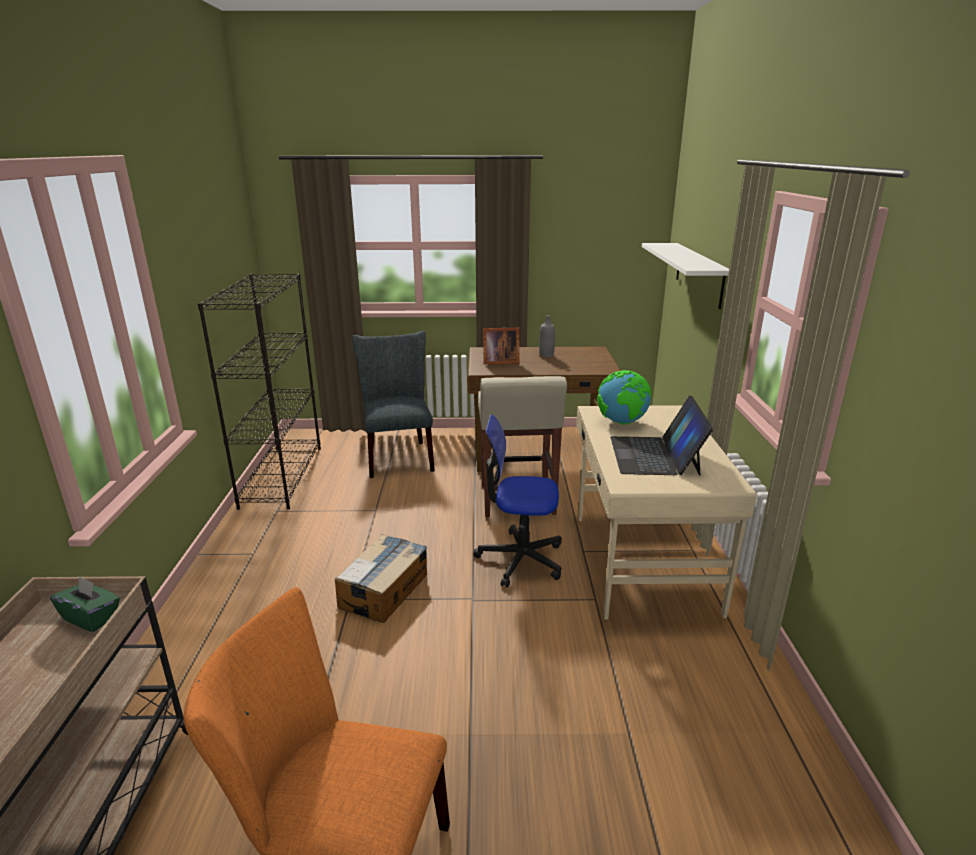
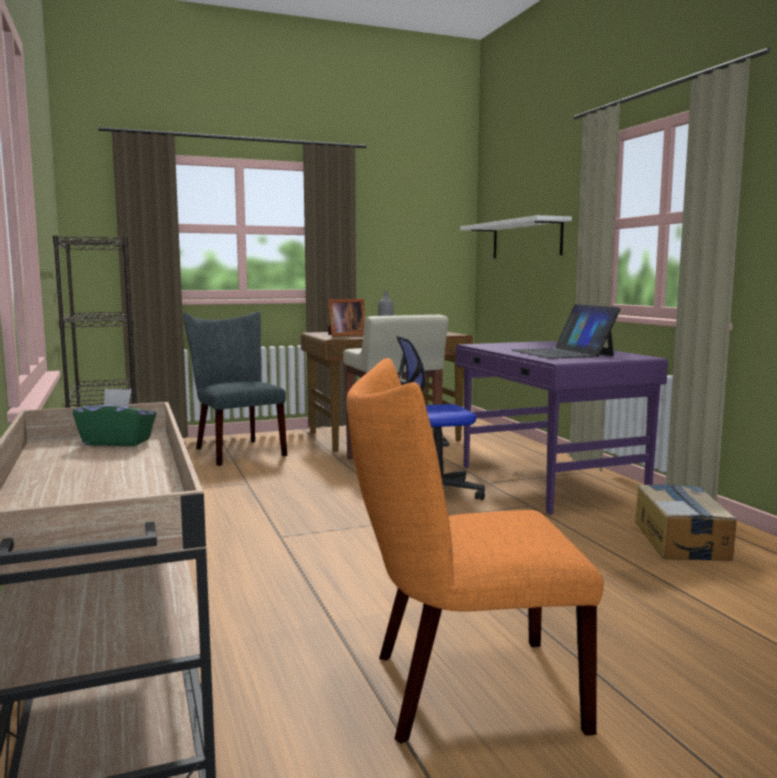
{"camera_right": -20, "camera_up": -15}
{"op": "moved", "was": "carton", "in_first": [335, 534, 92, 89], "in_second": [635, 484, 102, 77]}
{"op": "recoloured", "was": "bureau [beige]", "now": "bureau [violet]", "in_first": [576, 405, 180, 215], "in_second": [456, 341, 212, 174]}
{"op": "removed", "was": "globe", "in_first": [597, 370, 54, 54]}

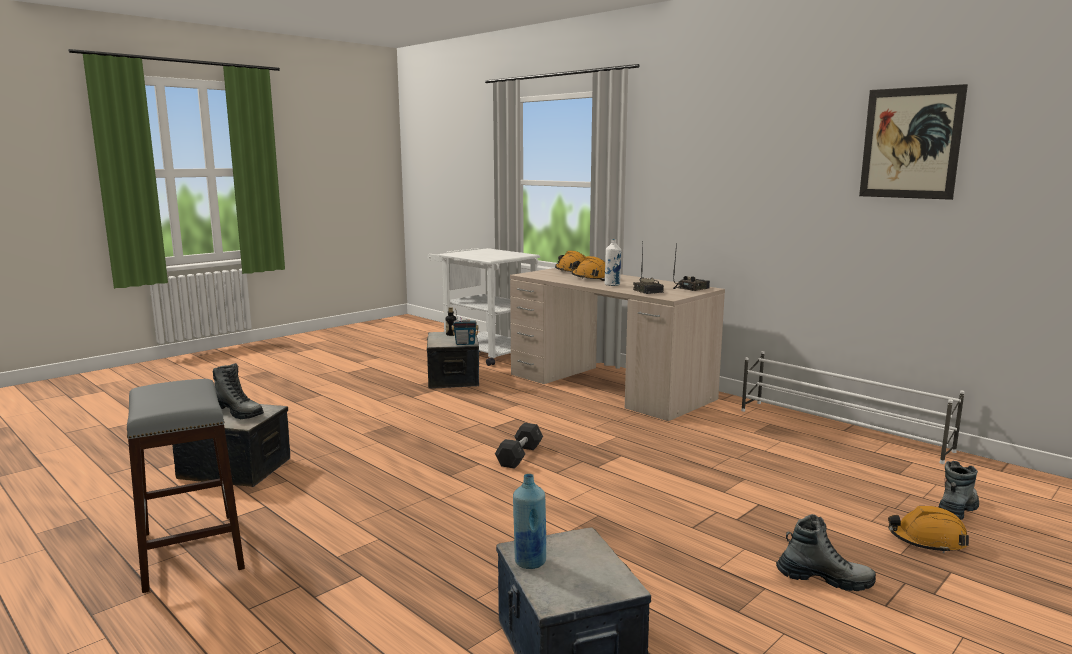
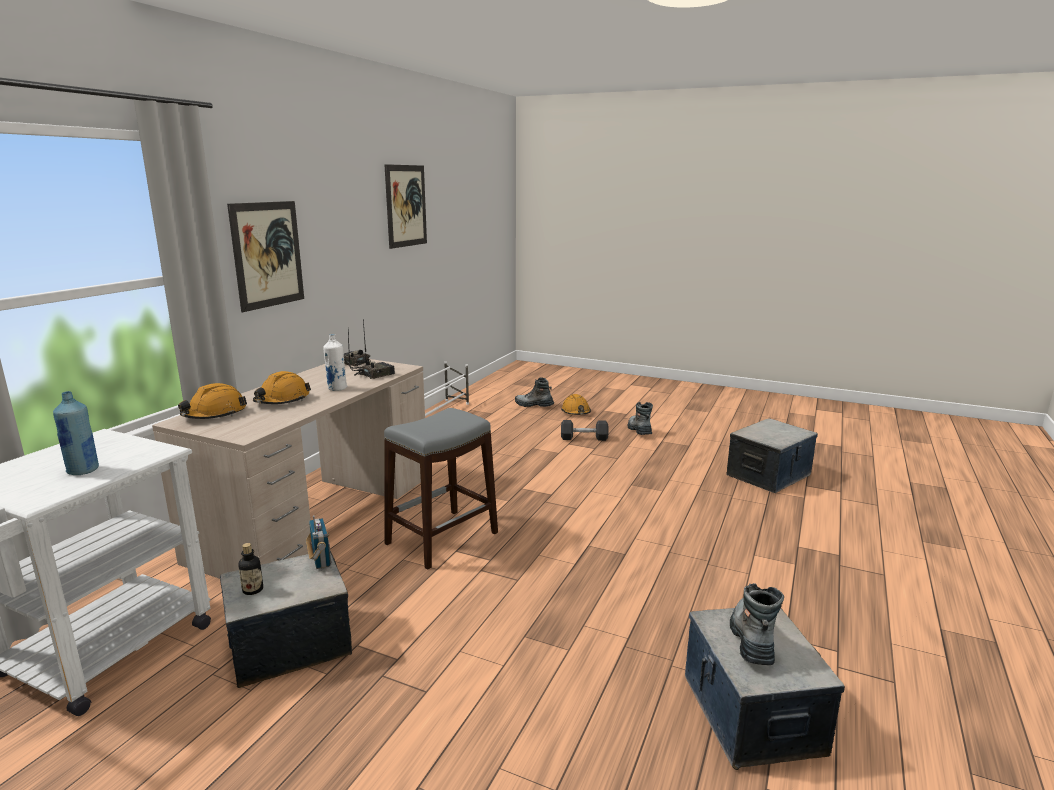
{"camera_right": -110, "camera_up": 5}
{"op": "moved", "was": "tabouret [gris]", "in_first": [127, 379, 118, 214], "in_second": [384, 408, 114, 161]}
{"op": "moved", "was": "haltère [gris]", "in_first": [495, 423, 48, 46], "in_second": [561, 420, 48, 21]}
{"op": "moved", "was": "bouteille [bleu]", "in_first": [513, 474, 33, 95], "in_second": [53, 391, 46, 84]}
{"op": "added", "now": "tableau", "in_second": [227, 201, 77, 111]}

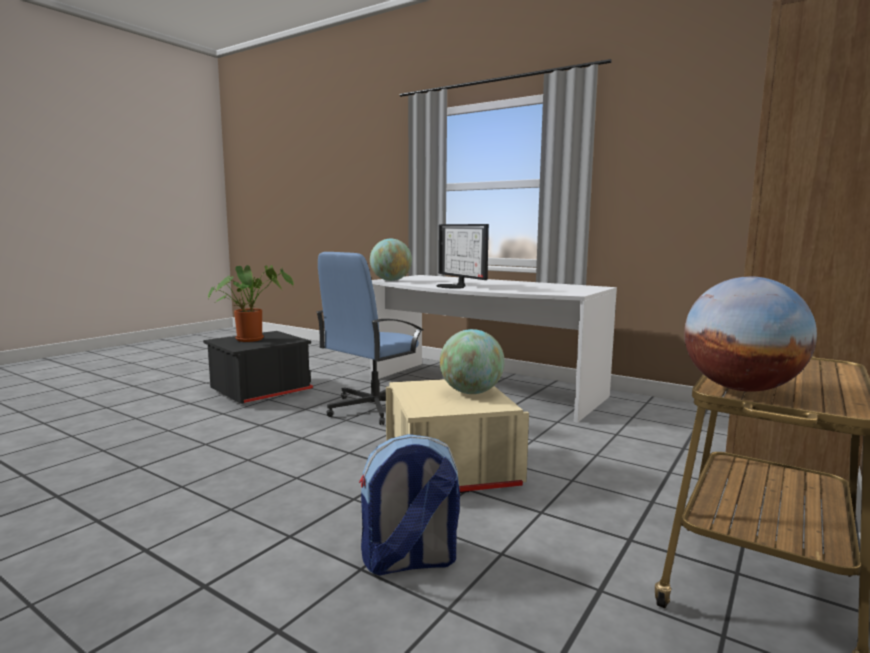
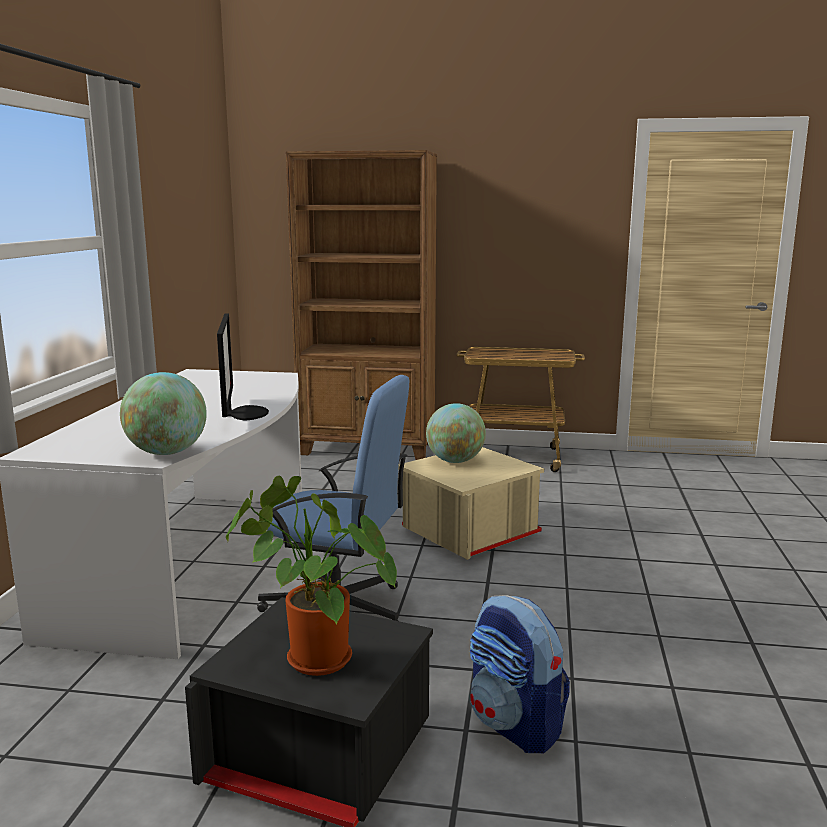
{"camera_right": -115, "camera_up": 5}
{"op": "moved", "was": "sac à dos", "in_first": [359, 434, 101, 142], "in_second": [470, 595, 100, 158]}
{"op": "turned", "was": "écran d'ordinateur", "in_first": [436, 224, 53, 65], "in_second": [217, 314, 52, 106], "clockwise": -45}
{"op": "removed", "was": "globe", "in_first": [684, 276, 133, 116]}

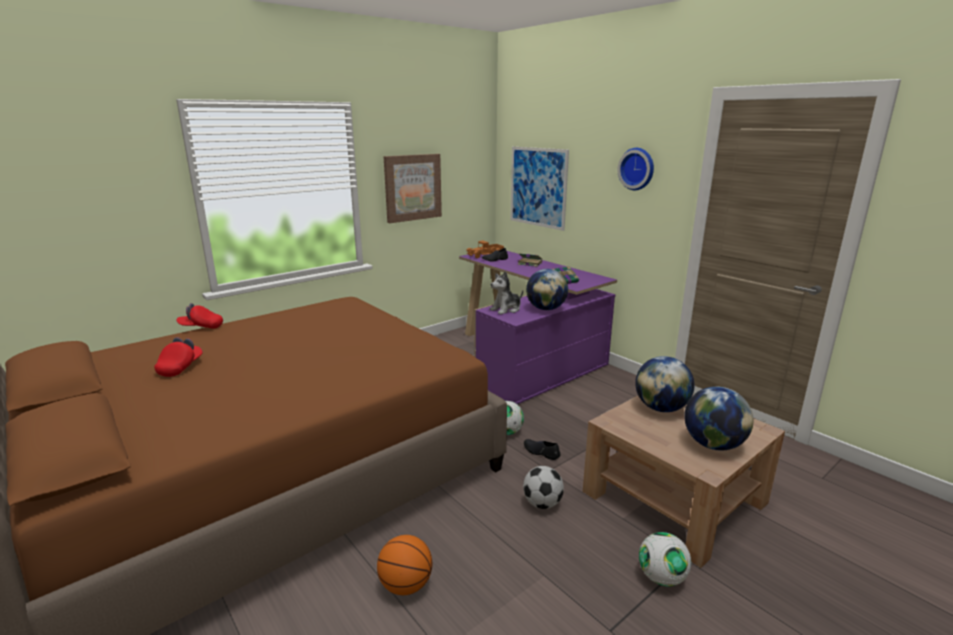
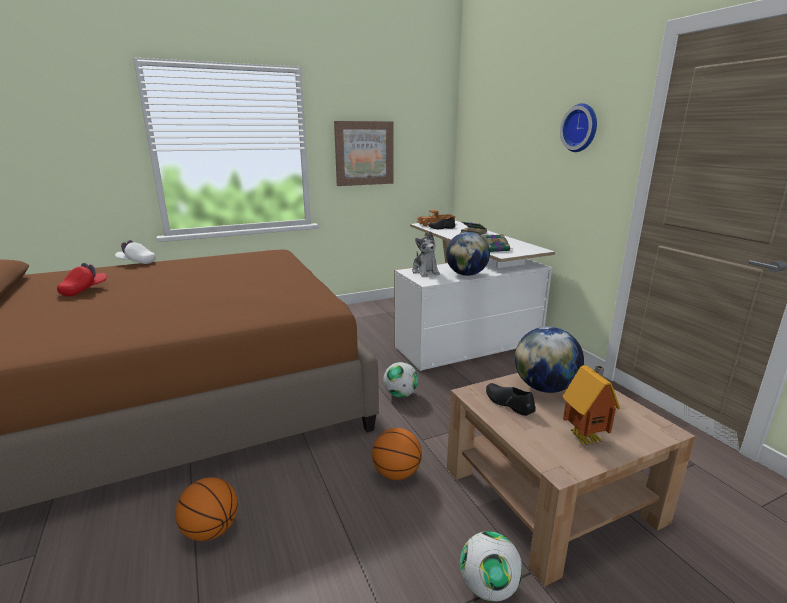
{"camera_right": 15, "camera_up": 0}
{"op": "recoloured", "was": "casquette [rouge]", "now": "casquette [blanc]", "in_first": [176, 303, 47, 26], "in_second": [115, 240, 41, 24]}
{"op": "recoloured", "was": "bureau [violet]", "now": "bureau [blanc]", "in_first": [459, 251, 158, 153], "in_second": [394, 220, 161, 151]}
{"op": "turned", "was": "peluche", "in_first": [490, 271, 33, 44], "in_second": [412, 231, 28, 46], "clockwise": -90}
{"op": "removed", "was": "tableau", "in_first": [510, 147, 59, 84]}
{"op": "replaced", "was": "ballon de foot", "now": "ballon de basket", "in_first": [523, 466, 41, 43], "in_second": [372, 428, 50, 52]}
{"op": "moved", "was": "chaussure [noir]", "in_first": [524, 439, 37, 21], "in_second": [486, 383, 50, 33]}
{"op": "replaced", "was": "globe", "now": "maison miniature", "in_first": [684, 386, 69, 64], "in_second": [562, 365, 58, 81]}

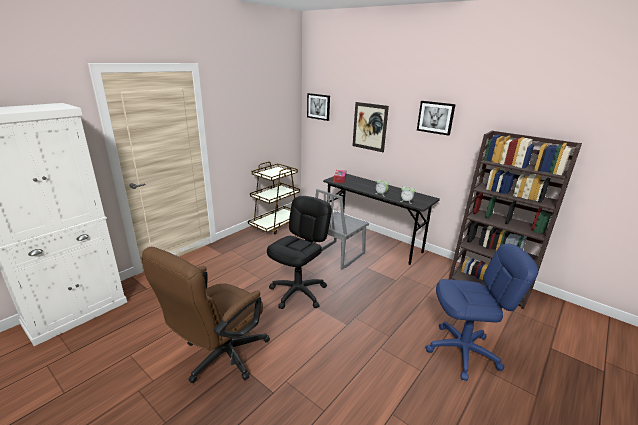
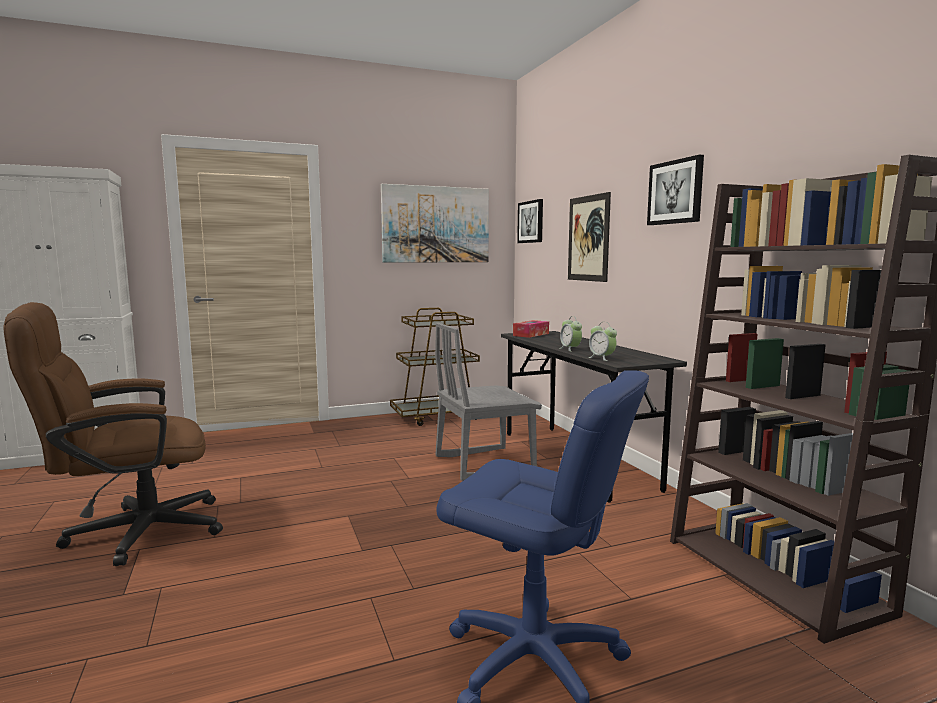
{"camera_right": 30, "camera_up": -15}
{"op": "removed", "was": "chaise de bureau [noir]", "in_first": [267, 196, 65, 113]}
{"op": "added", "now": "tableau", "in_second": [381, 184, 108, 79]}

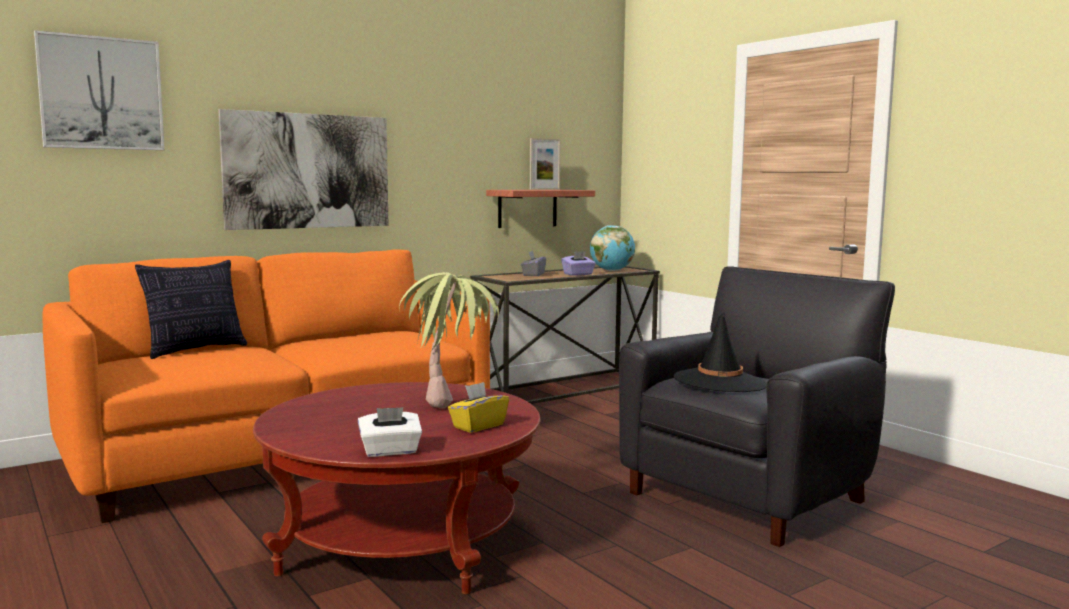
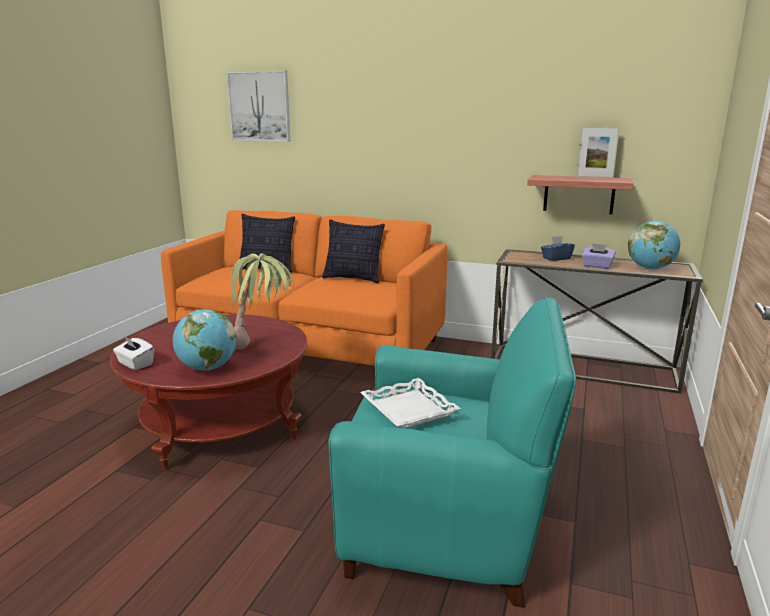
{"camera_right": 55, "camera_up": 10}
{"op": "removed", "was": "tableau", "in_first": [218, 109, 170, 121]}
{"op": "replaced", "was": "boîte à mouchoirs [jaune]", "now": "globe", "in_first": [448, 382, 61, 51], "in_second": [173, 309, 63, 62]}
{"op": "recoloured", "was": "boîte à mouchoirs [gris]", "now": "boîte à mouchoirs [bleu]", "in_first": [521, 251, 25, 25], "in_second": [541, 236, 34, 25]}
{"op": "recoloured", "was": "fauteuil [noir]", "now": "fauteuil [turquoise]", "in_first": [619, 266, 276, 281], "in_second": [328, 297, 248, 311]}
{"op": "replaced", "was": "chapeau [noir]", "now": "plateau [blanc]", "in_first": [674, 312, 93, 80], "in_second": [360, 378, 101, 50]}
{"op": "added", "now": "coussin", "in_second": [322, 219, 63, 65]}

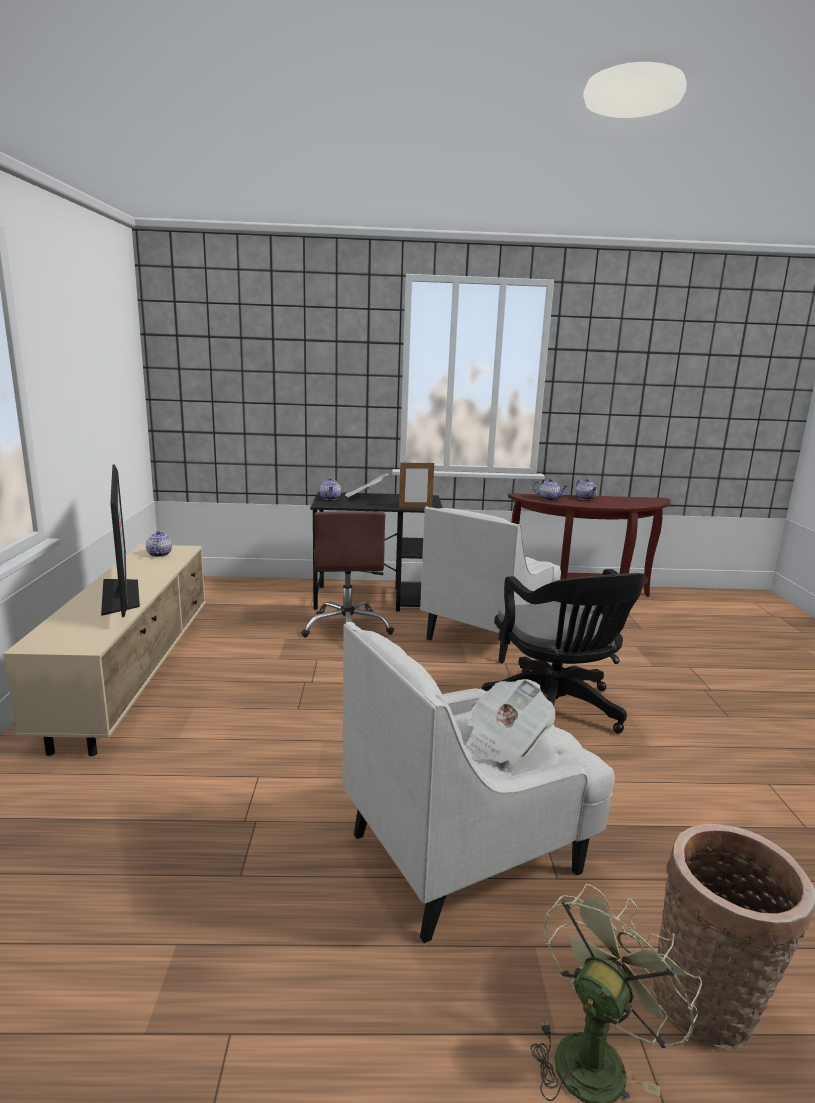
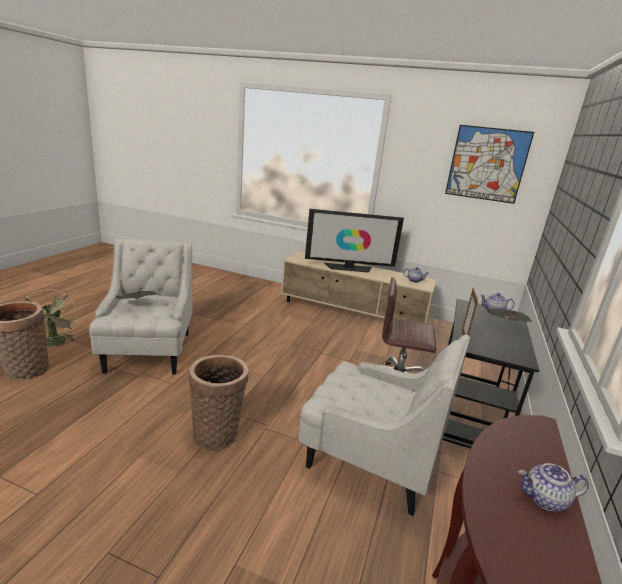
{"camera_right": 110, "camera_up": 5}
{"op": "turned", "was": "fauteuil [blanc]", "in_first": [420, 506, 141, 157], "in_second": [299, 335, 171, 181], "clockwise": 150}
{"op": "replaced", "was": "chaise de bureau [noir]", "now": "panier", "in_first": [481, 569, 164, 165], "in_second": [189, 355, 59, 96]}
{"op": "removed", "was": "théière", "in_first": [533, 479, 35, 22]}
{"op": "added", "now": "tableau", "in_second": [445, 125, 89, 79]}

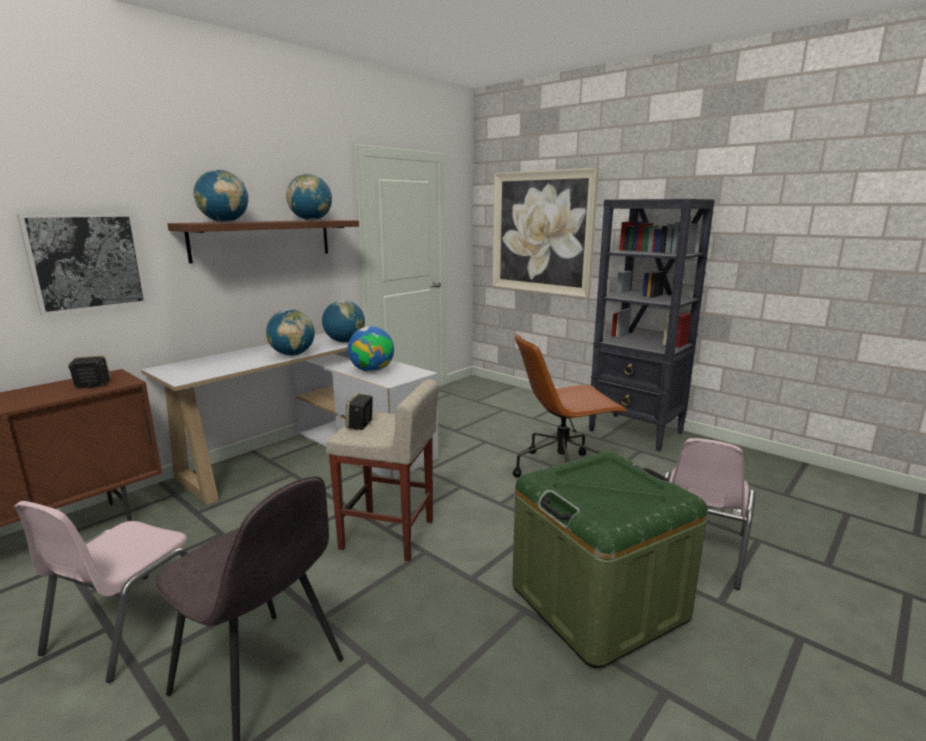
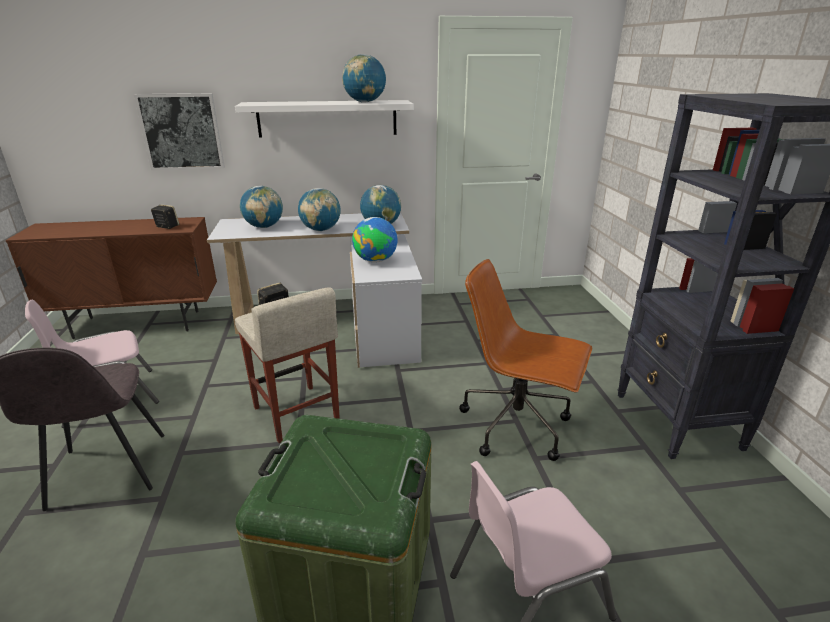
{"camera_right": 40, "camera_up": 10}
{"op": "recoloured", "was": "étagère [marron]", "now": "étagère [blanc]", "in_first": [167, 220, 192, 44], "in_second": [235, 100, 178, 38]}
{"op": "moved", "was": "globe", "in_first": [194, 169, 54, 54], "in_second": [240, 186, 43, 42]}
{"op": "removed", "was": "tableau", "in_first": [492, 168, 107, 130]}

